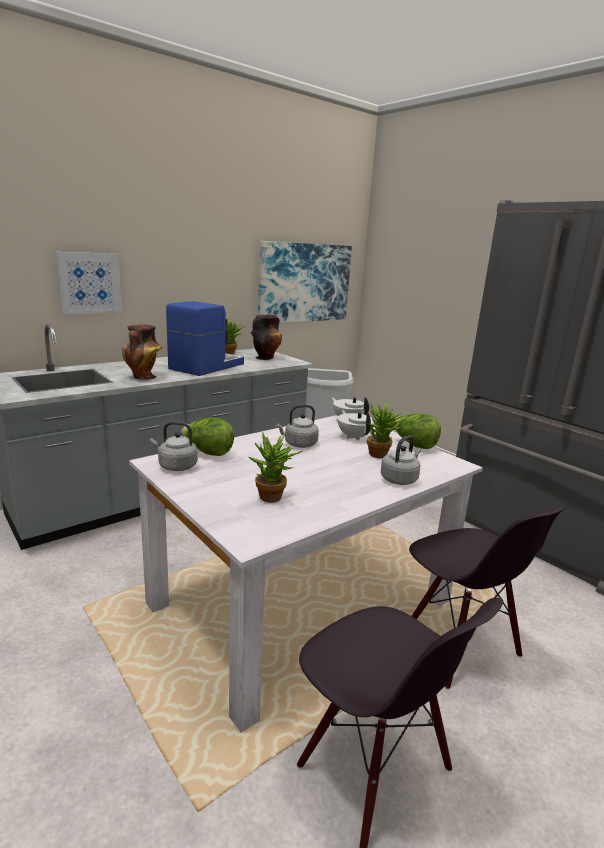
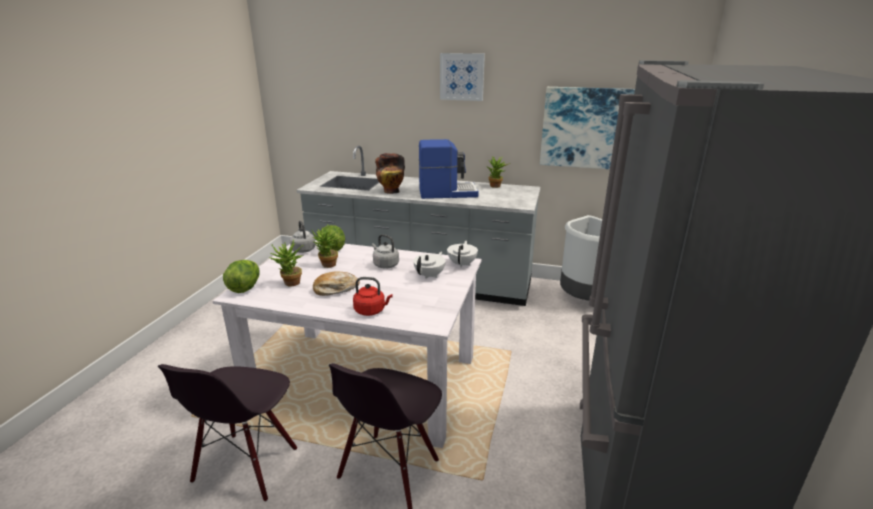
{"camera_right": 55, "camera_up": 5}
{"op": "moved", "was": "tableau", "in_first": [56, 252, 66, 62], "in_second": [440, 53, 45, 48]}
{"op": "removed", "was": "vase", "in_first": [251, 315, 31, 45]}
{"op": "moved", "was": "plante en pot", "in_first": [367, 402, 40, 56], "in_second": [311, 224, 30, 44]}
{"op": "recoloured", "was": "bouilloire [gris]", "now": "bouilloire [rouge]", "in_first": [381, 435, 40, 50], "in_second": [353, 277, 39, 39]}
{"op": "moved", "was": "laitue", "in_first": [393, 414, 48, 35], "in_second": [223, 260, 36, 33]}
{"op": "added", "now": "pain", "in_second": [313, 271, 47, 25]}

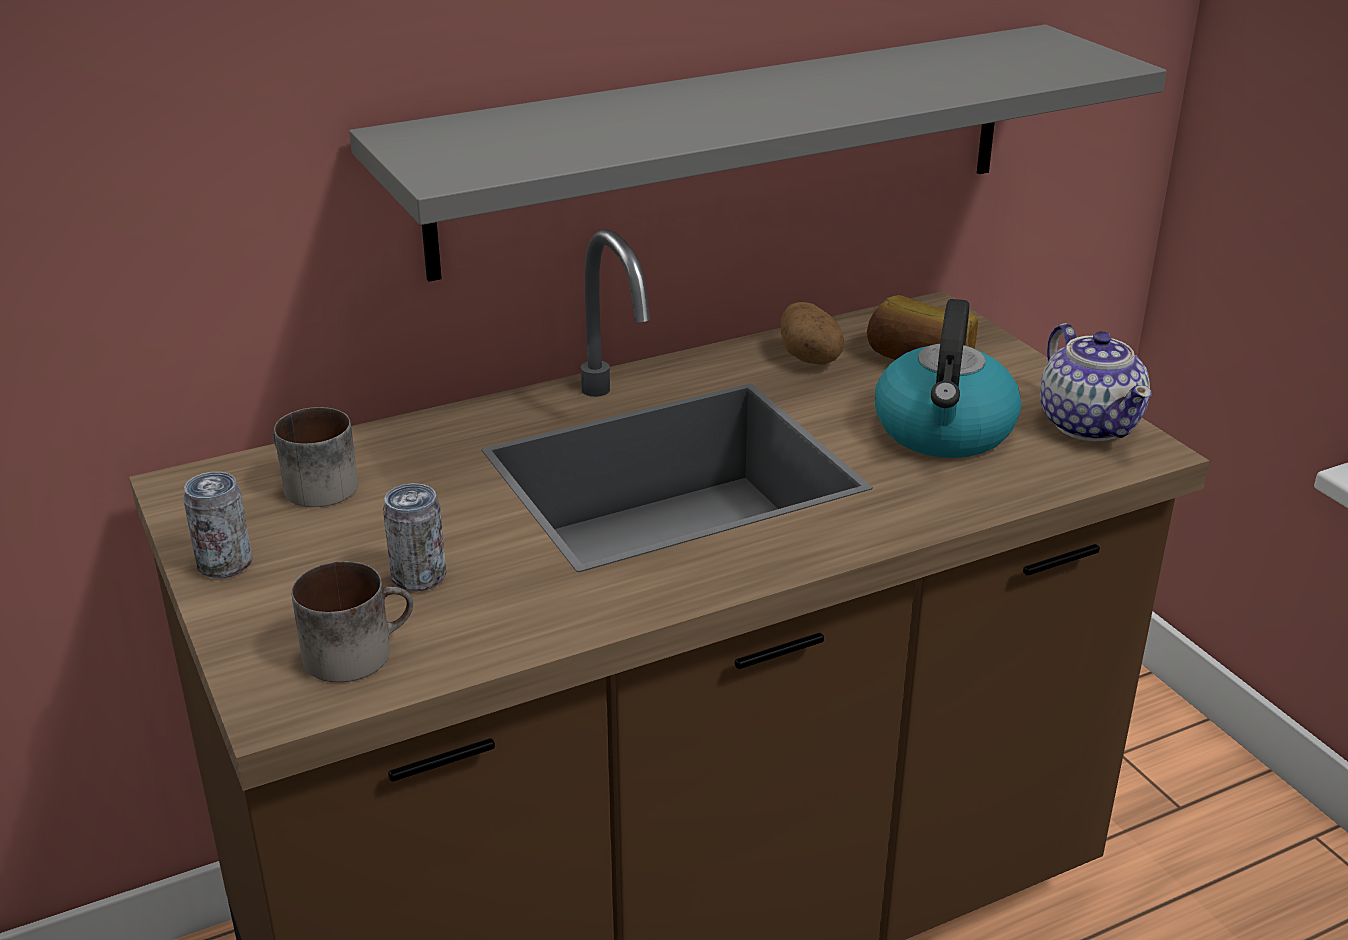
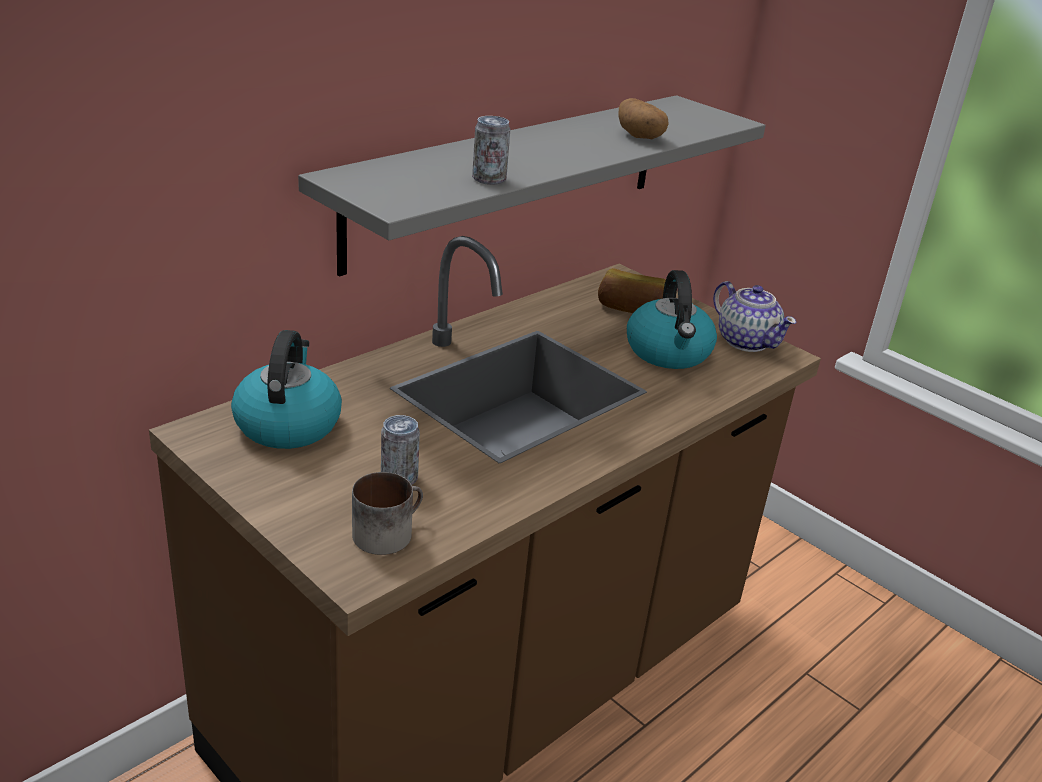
{"camera_right": -20, "camera_up": 0}
{"op": "moved", "was": "boîte métallique", "in_first": [183, 472, 70, 106], "in_second": [472, 116, 38, 69]}
{"op": "replaced", "was": "mug", "now": "bouilloire", "in_first": [273, 407, 85, 100], "in_second": [231, 330, 111, 119]}
{"op": "moved", "was": "pomme de terre", "in_first": [781, 302, 63, 63], "in_second": [618, 98, 51, 41]}

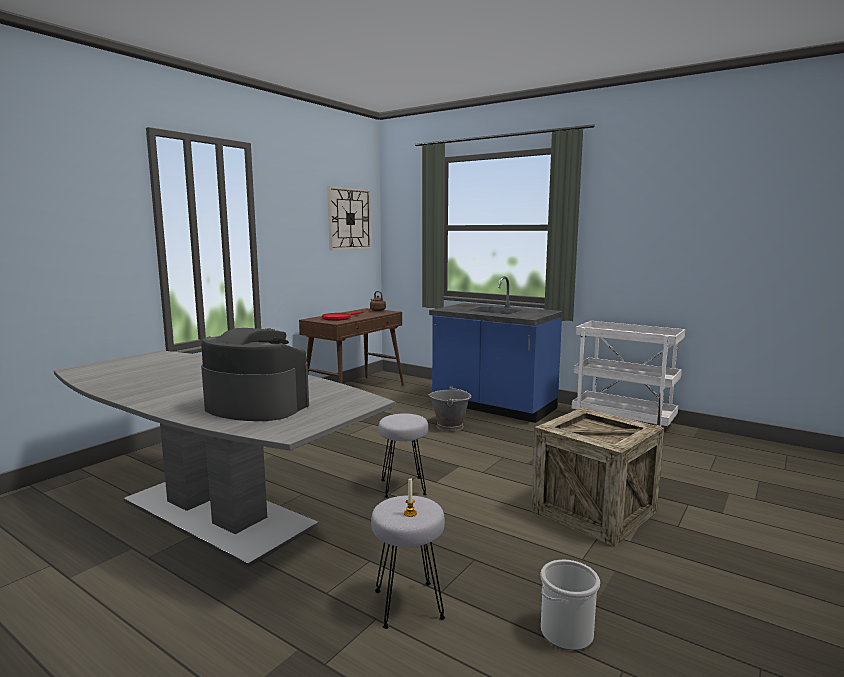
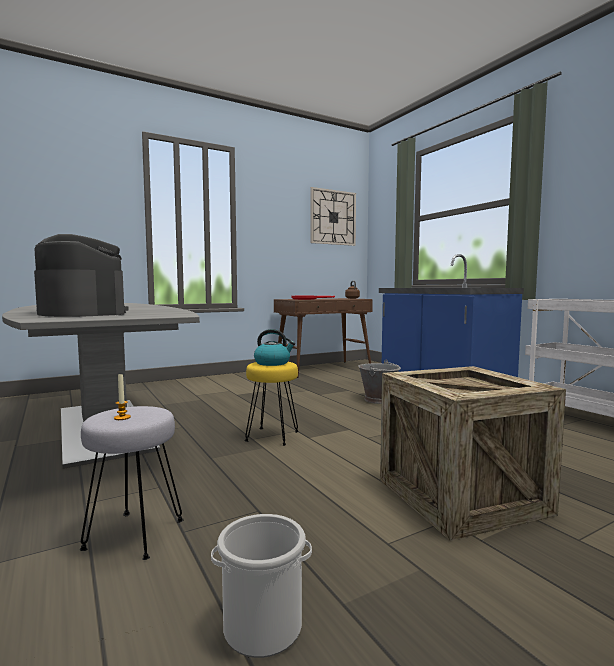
{"camera_right": 25, "camera_up": -5}
{"op": "recoloured", "was": "tabouret [gris]", "now": "tabouret [jaune]", "in_first": [379, 413, 49, 85], "in_second": [245, 362, 54, 84]}
{"op": "added", "now": "bouilloire", "in_second": [254, 329, 41, 37]}

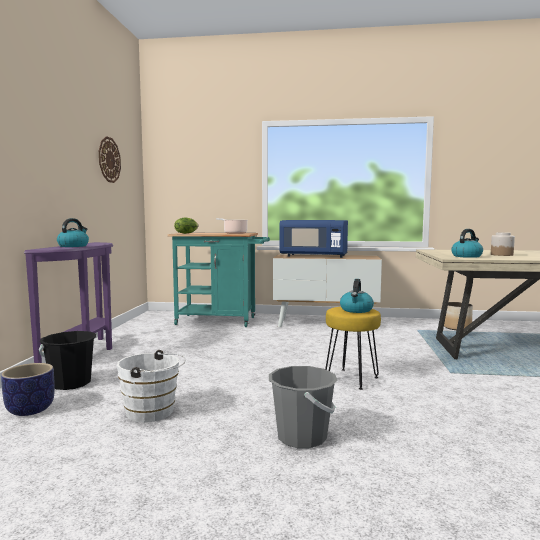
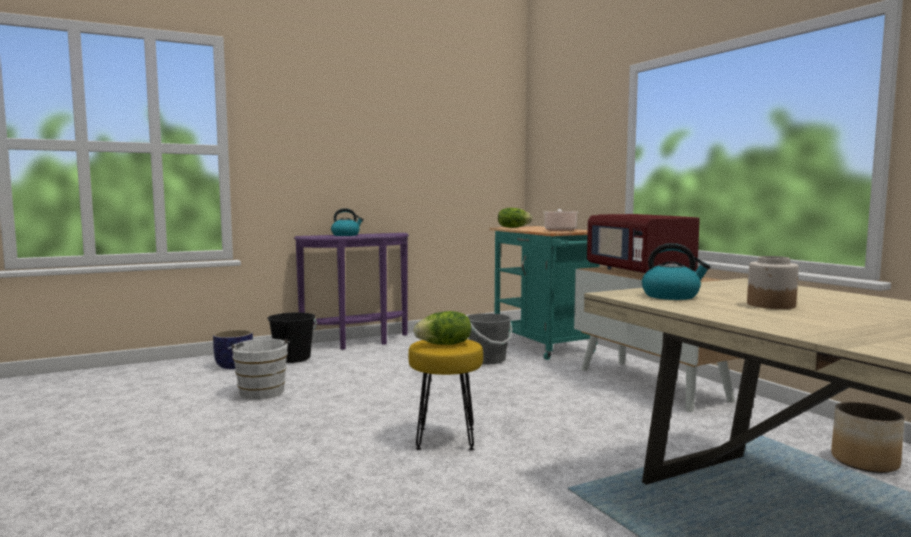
{"camera_right": 55, "camera_up": 0}
{"op": "removed", "was": "horloge murale", "in_first": [99, 136, 22, 47]}
{"op": "moved", "was": "seau [gris]", "in_first": [269, 366, 69, 82], "in_second": [467, 313, 45, 51]}
{"op": "recoloured", "was": "micro-ondes [bleu]", "now": "micro-ondes [rouge]", "in_first": [279, 220, 69, 38], "in_second": [587, 214, 113, 59]}
{"op": "replaced", "was": "bouilloire", "now": "laitue", "in_first": [340, 279, 34, 34], "in_second": [414, 311, 57, 34]}

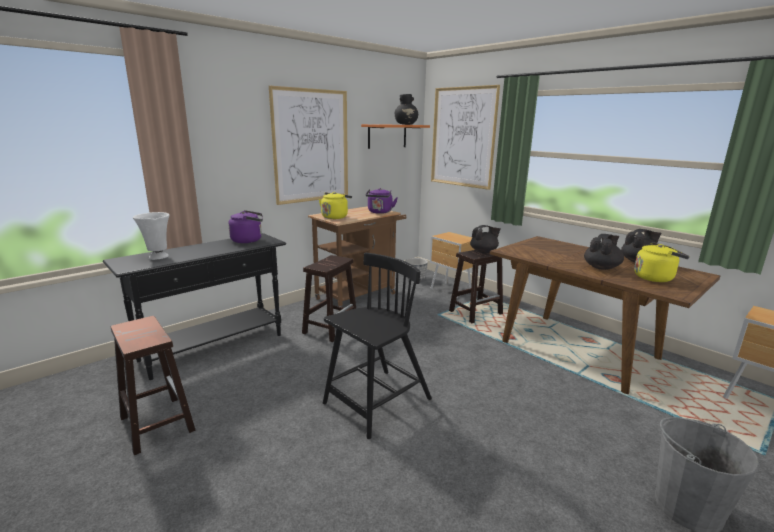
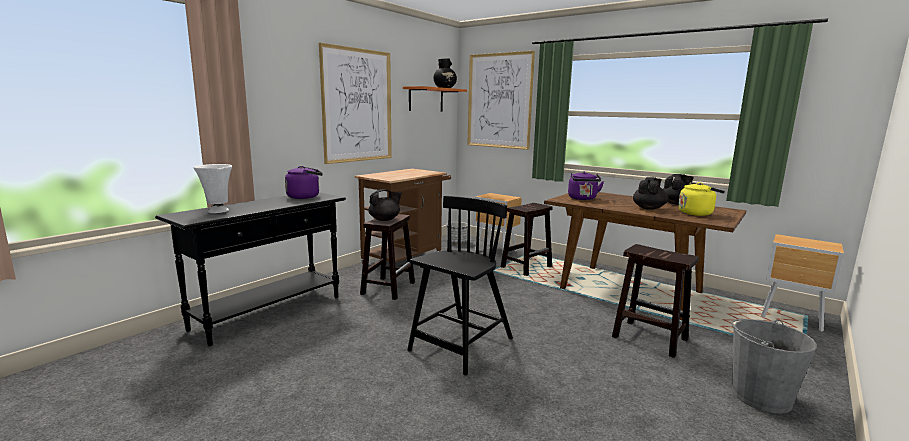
{"camera_right": -10, "camera_up": -5}
{"op": "moved", "was": "tabouret [marron]", "in_first": [111, 316, 84, 139], "in_second": [612, 244, 87, 114]}
{"op": "removed", "was": "bouilloire [jaune]", "in_first": [319, 192, 33, 27]}
{"op": "moved", "was": "bouilloire [violet]", "in_first": [366, 188, 31, 26], "in_second": [568, 171, 36, 29]}
{"op": "moved", "was": "théière [noir]", "in_first": [470, 225, 31, 28], "in_second": [368, 189, 34, 32]}

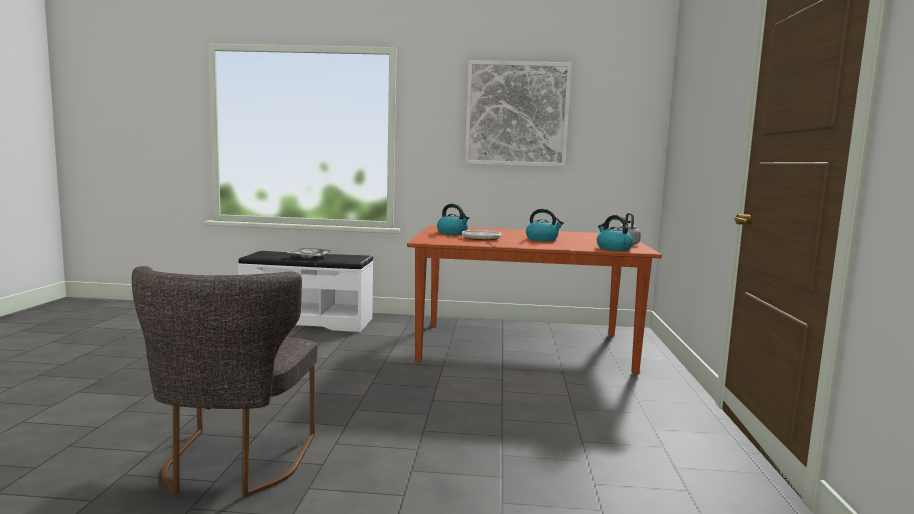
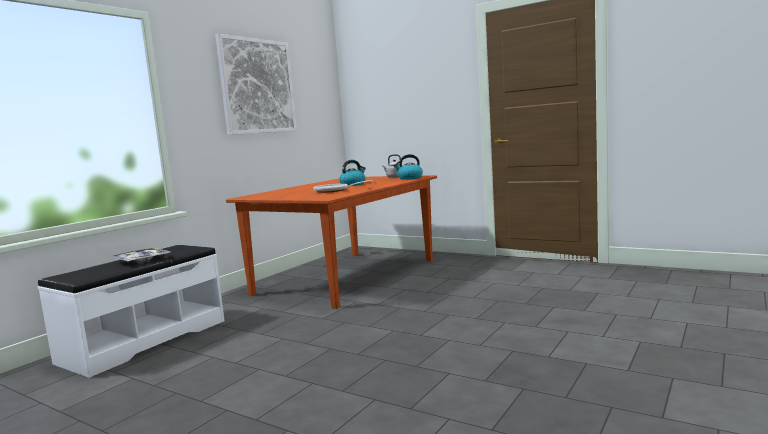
{"camera_right": -60, "camera_up": 0}
{"op": "removed", "was": "chaise [gris]", "in_first": [132, 266, 186, 231]}
{"op": "removed", "was": "bouilloire", "in_first": [437, 204, 33, 31]}

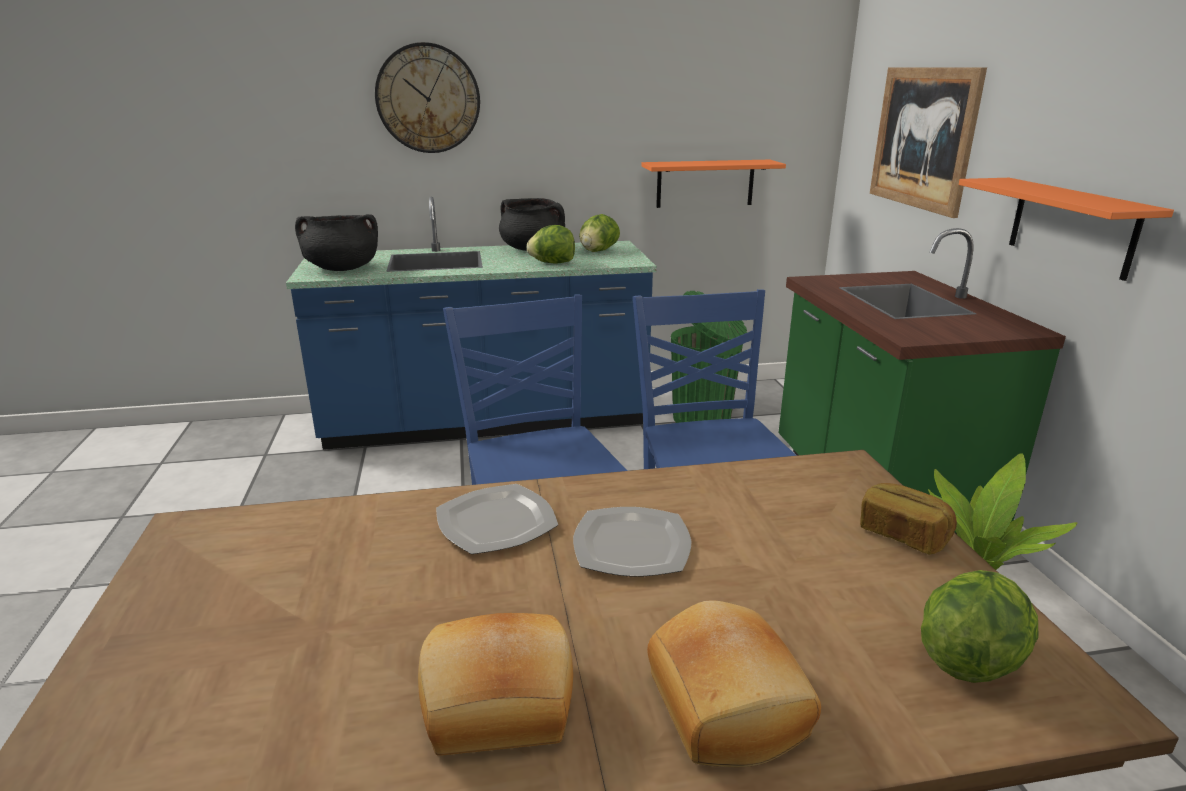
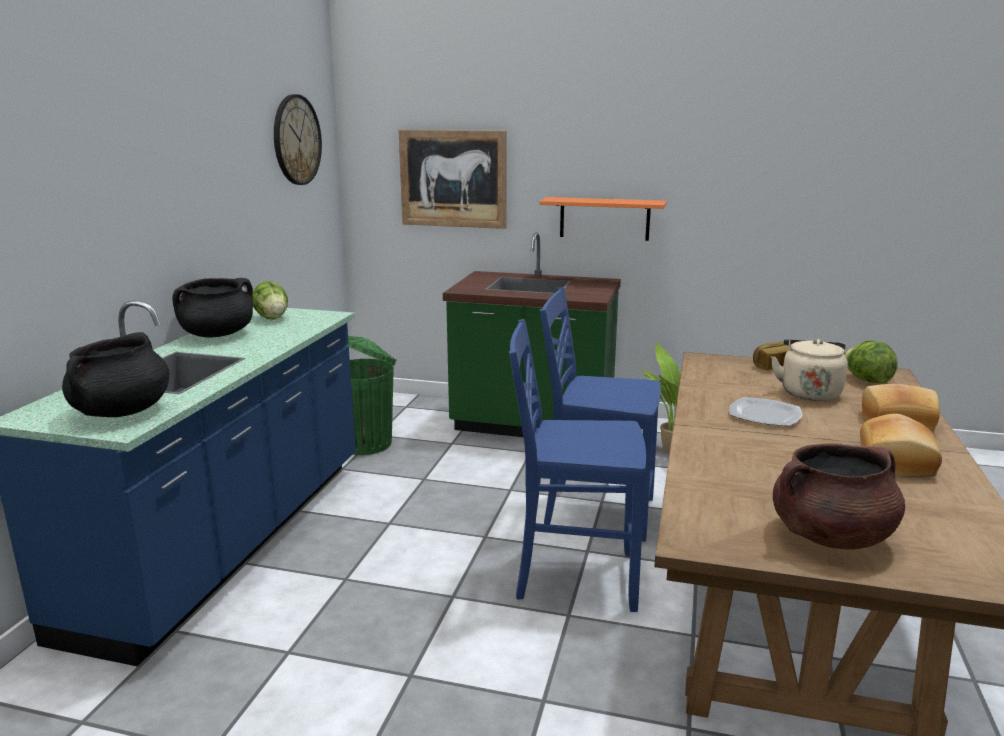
{"camera_right": -65, "camera_up": -5}
{"op": "moved", "was": "horloge murale", "in_first": [375, 42, 105, 111], "in_second": [274, 94, 48, 91]}
{"op": "removed", "was": "assiette", "in_first": [436, 484, 122, 70]}
{"op": "removed", "was": "laitue", "in_first": [527, 225, 48, 39]}
{"op": "removed", "was": "étagère [orange]", "in_first": [642, 160, 144, 48]}
{"op": "added", "now": "bouilloire [beige]", "in_second": [771, 339, 77, 62]}
{"op": "added", "now": "marmite [marron]", "in_second": [773, 443, 132, 106]}

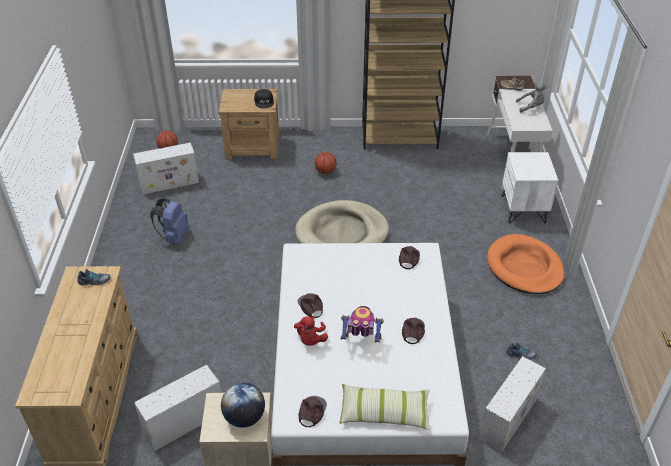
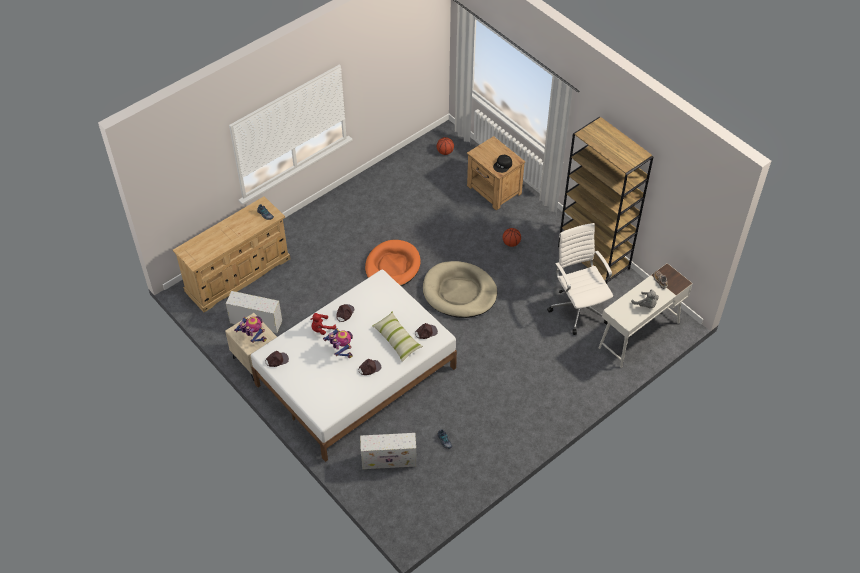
{"camera_right": 50, "camera_up": 10}
{"op": "removed", "was": "boîte de rangement [blanc]", "in_first": [133, 143, 66, 52]}
{"op": "removed", "was": "sac à dos [bleu]", "in_first": [150, 198, 39, 46]}
{"op": "replaced", "was": "globe", "now": "robot jouet", "in_first": [221, 383, 44, 45], "in_second": [234, 316, 33, 27]}
{"op": "moved", "was": "coussin", "in_first": [339, 384, 91, 46], "in_second": [372, 311, 51, 51]}
{"op": "moved", "was": "panier pour chien [orange]", "in_first": [487, 234, 78, 60], "in_second": [365, 240, 56, 46]}
{"op": "removed", "was": "table de chevet [blanc]", "in_first": [502, 152, 56, 72]}
{"op": "added", "now": "chaise de bureau [blanc]", "in_second": [547, 223, 66, 112]}

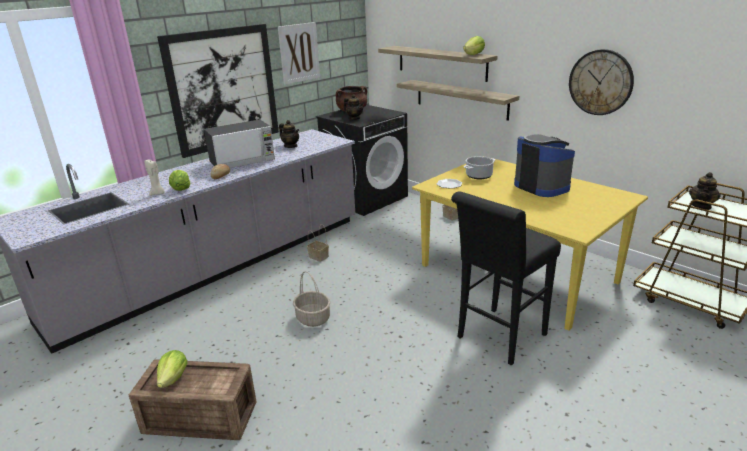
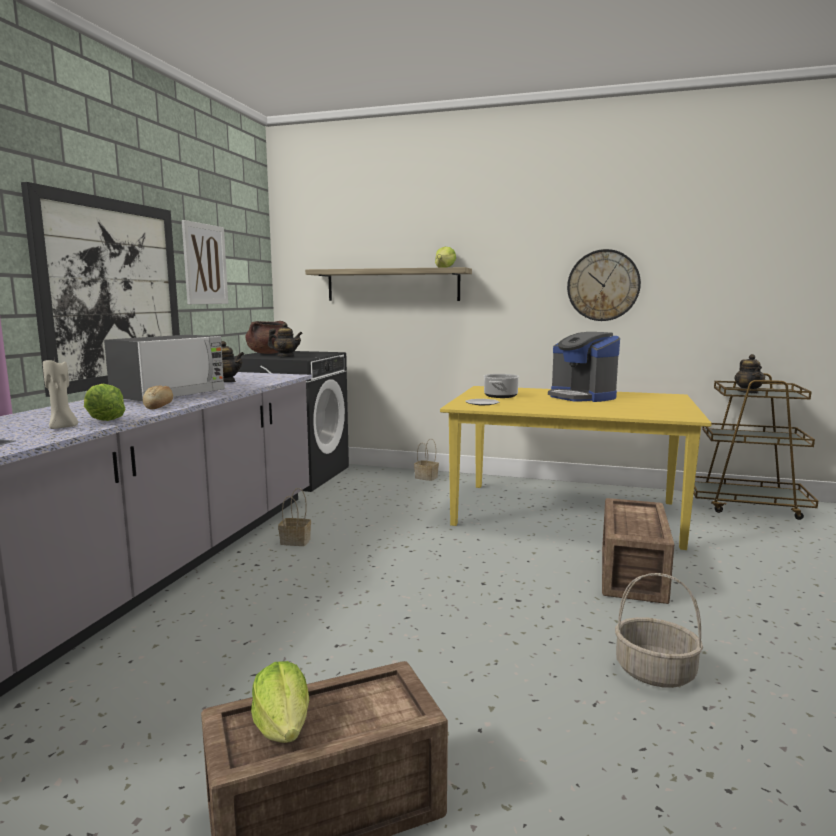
{"camera_right": -30, "camera_up": -15}
{"op": "moved", "was": "panier", "in_first": [293, 271, 37, 56], "in_second": [615, 573, 88, 115]}
{"op": "removed", "was": "étagère", "in_first": [397, 80, 122, 41]}
{"op": "replaced", "was": "tabouret [noir]", "now": "caisse", "in_first": [451, 191, 110, 175], "in_second": [602, 498, 72, 106]}
{"op": "turned", "was": "machine à café", "in_first": [514, 134, 61, 63], "in_second": [548, 332, 72, 70], "clockwise": -150}

